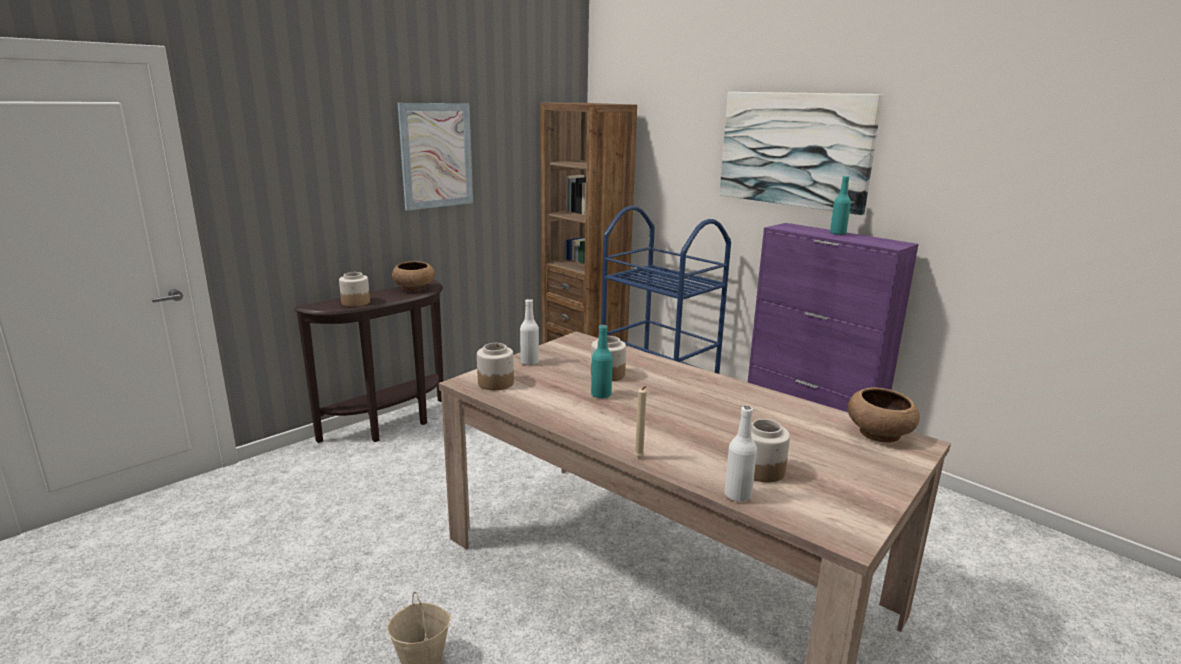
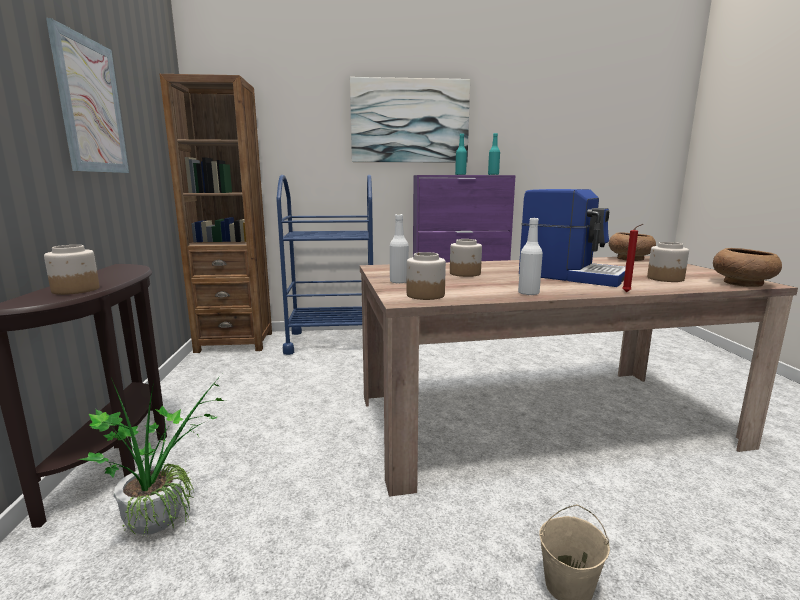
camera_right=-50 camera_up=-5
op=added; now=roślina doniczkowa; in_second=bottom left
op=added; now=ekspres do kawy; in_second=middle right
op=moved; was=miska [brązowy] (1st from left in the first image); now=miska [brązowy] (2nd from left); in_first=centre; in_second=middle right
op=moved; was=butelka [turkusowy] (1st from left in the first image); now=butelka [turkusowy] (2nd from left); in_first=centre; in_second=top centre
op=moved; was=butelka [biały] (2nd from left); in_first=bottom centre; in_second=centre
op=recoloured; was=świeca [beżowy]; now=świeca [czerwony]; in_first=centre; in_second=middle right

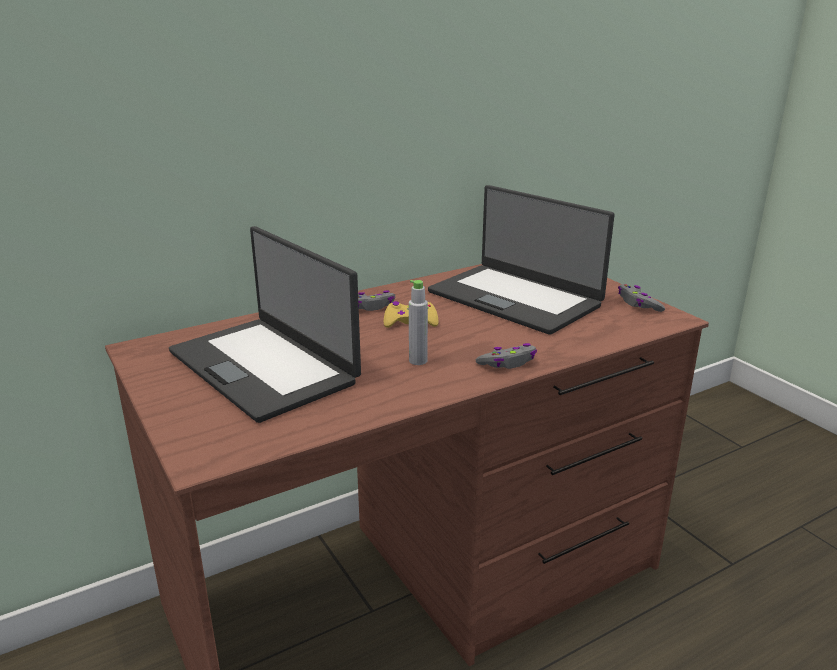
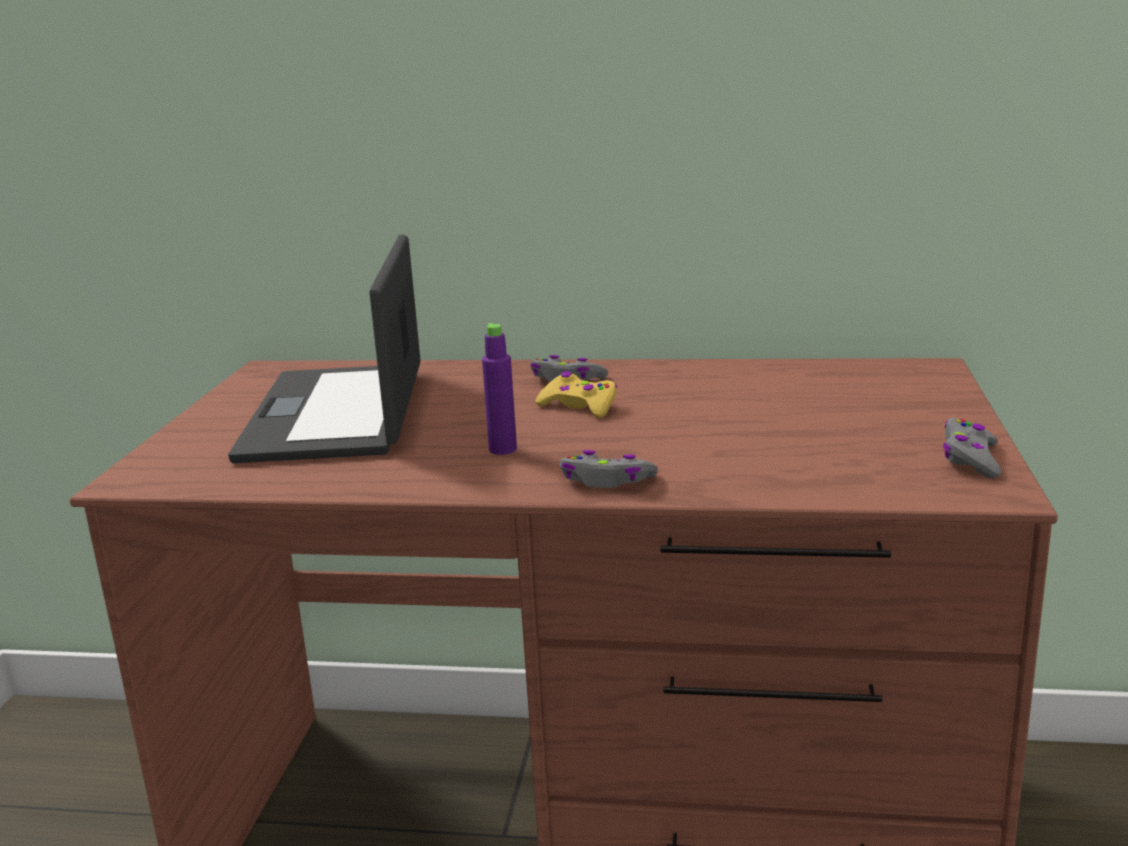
camera_right=40 camera_up=-5
op=removed; was=laptop (2nd from left); in_first=centre
op=recoloured; was=butelka [szary]; now=butelka [fioletowy]; in_first=centre; in_second=centre

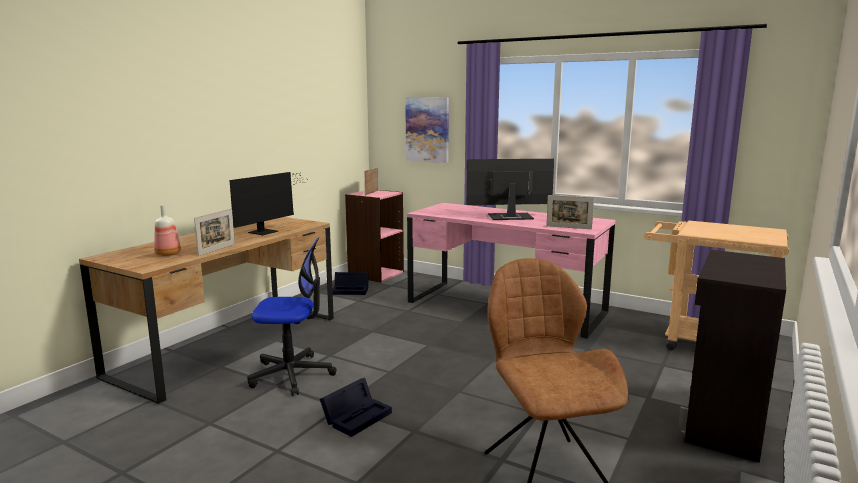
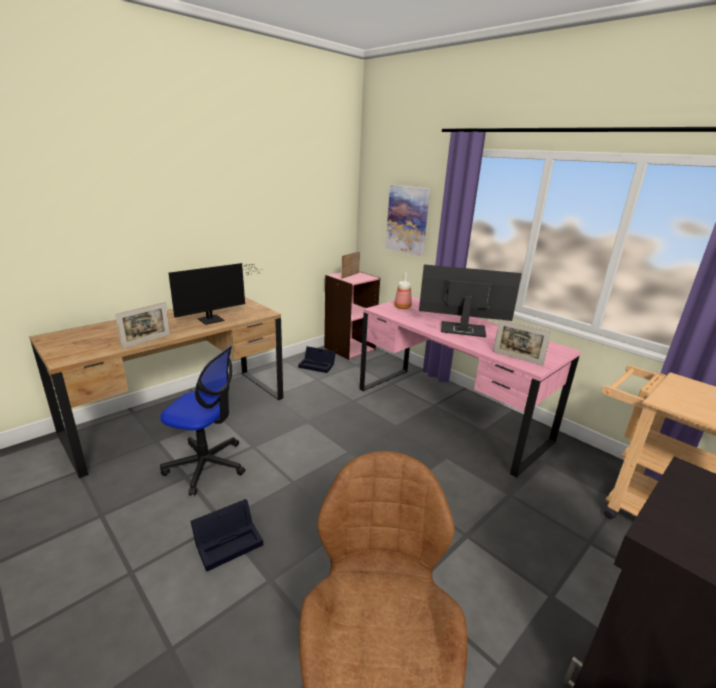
camera_right=15 camera_up=10
op=moved; was=butelka; in_first=middle left; in_second=centre

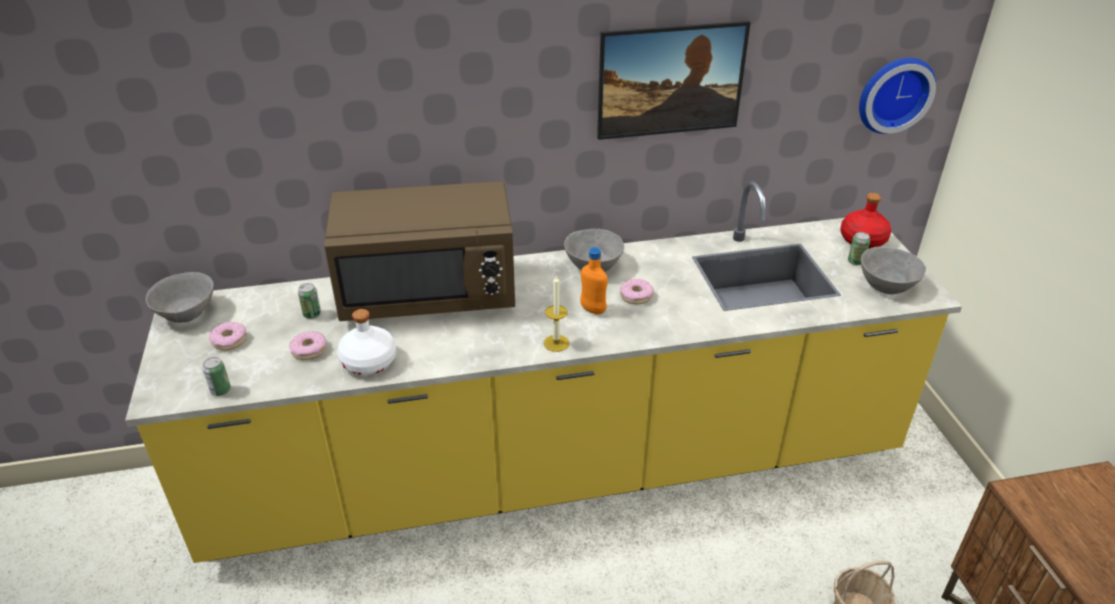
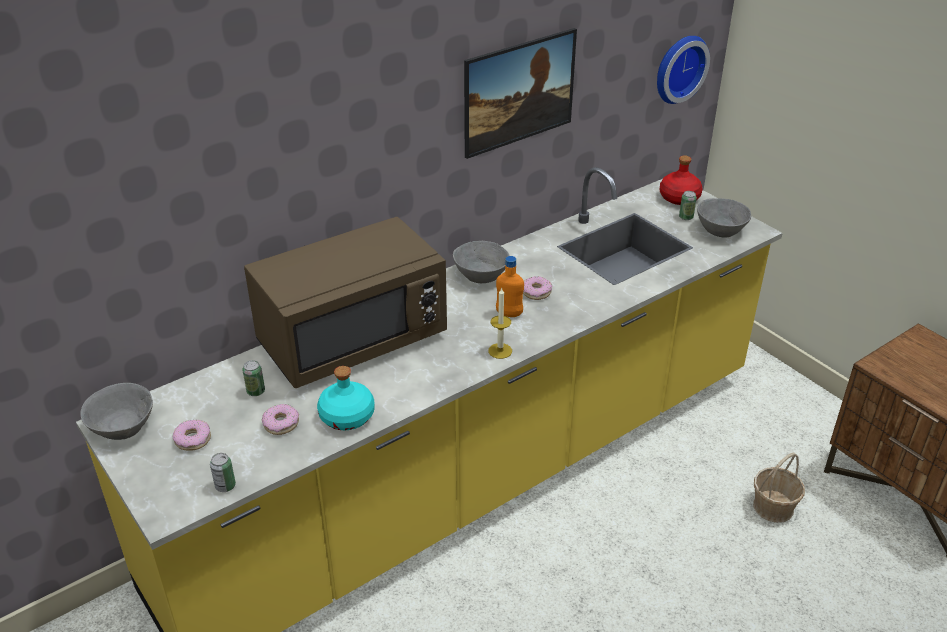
camera_right=-25 camera_up=0
op=recoloured; was=butelka [biały]; now=butelka [turkusowy]; in_first=middle left; in_second=centre

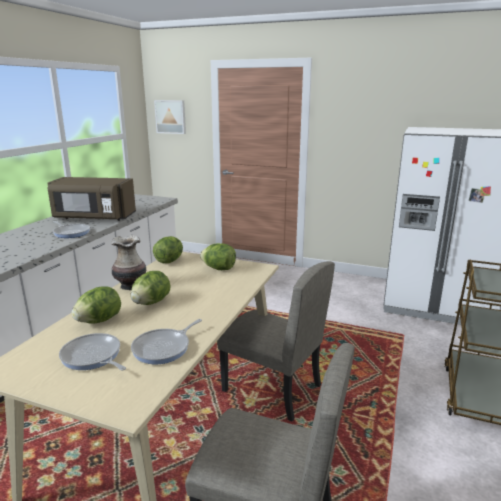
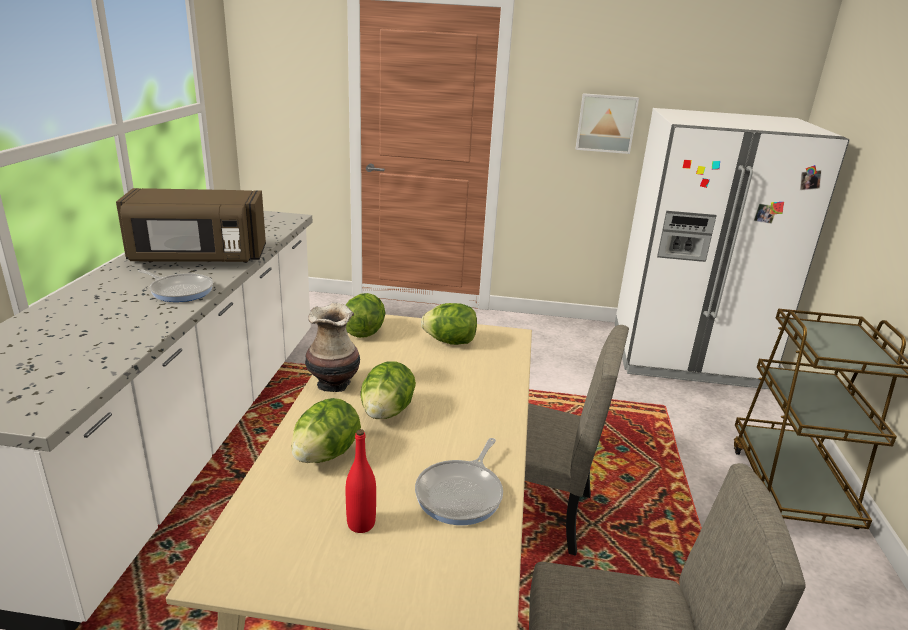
camera_right=-15 camera_up=5
op=moved; was=obraz; in_first=top centre; in_second=top right
op=replaced; was=patelnia (2nd from left); now=butelka [czerwony]; in_first=bottom left; in_second=bottom centre

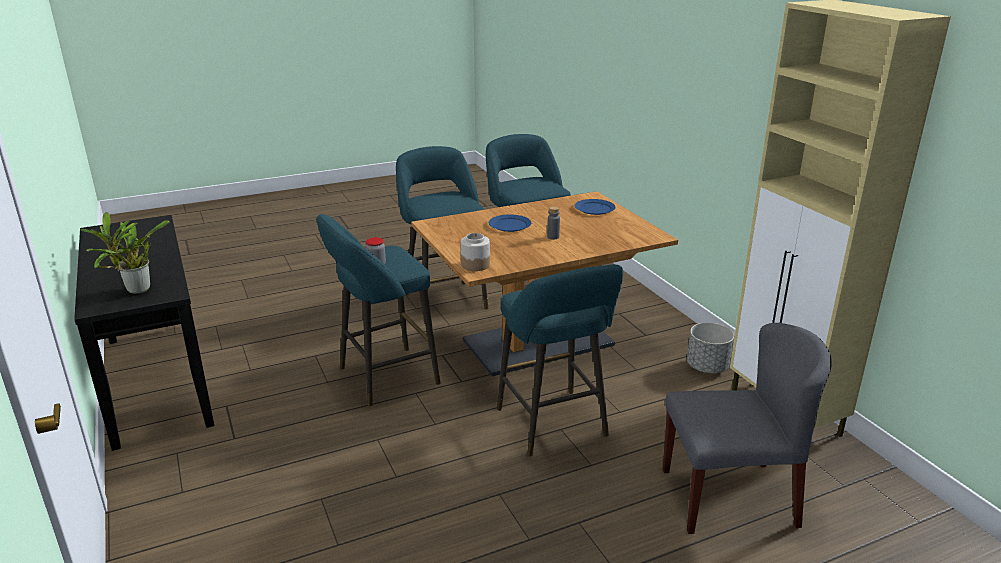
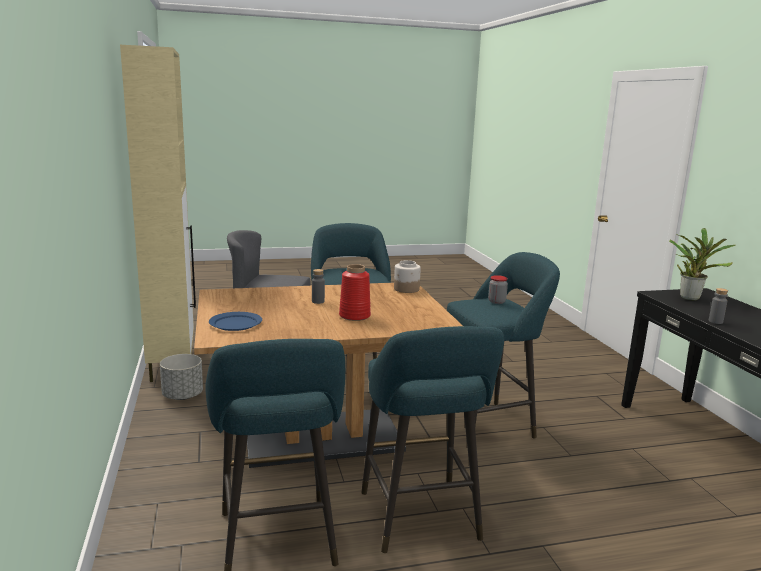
camera_right=-170 camera_up=-10
op=added; now=butelka [szary] (2nd from left); in_second=middle right
op=replaced; was=talerz [niebieski] (1st from left); now=wazon [czerwony]; in_first=centre; in_second=centre

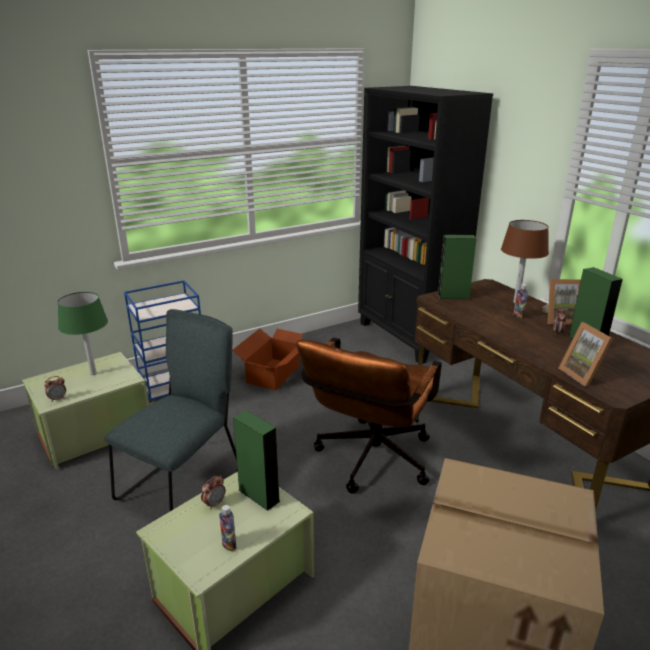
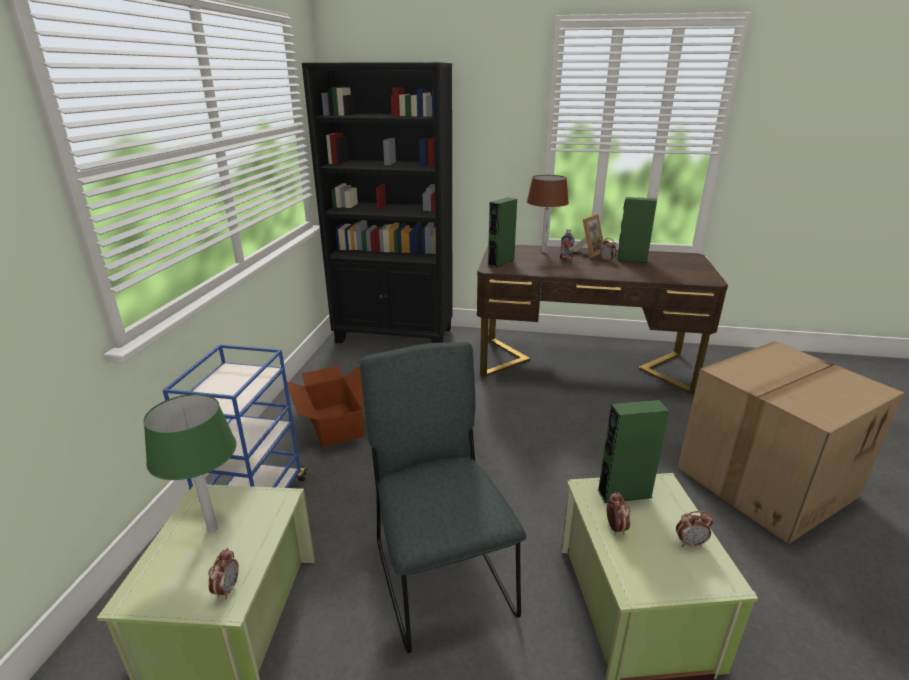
camera_right=-50 camera_up=0
op=removed; was=krzesło biurowe [brązowy]; in_first=centre
op=removed; was=ramka na zdjęcie (2nd from left); in_first=middle right
op=replaced; was=butelka (1st from left); now=budzik (4th from left); in_first=bottom centre; in_second=bottom right

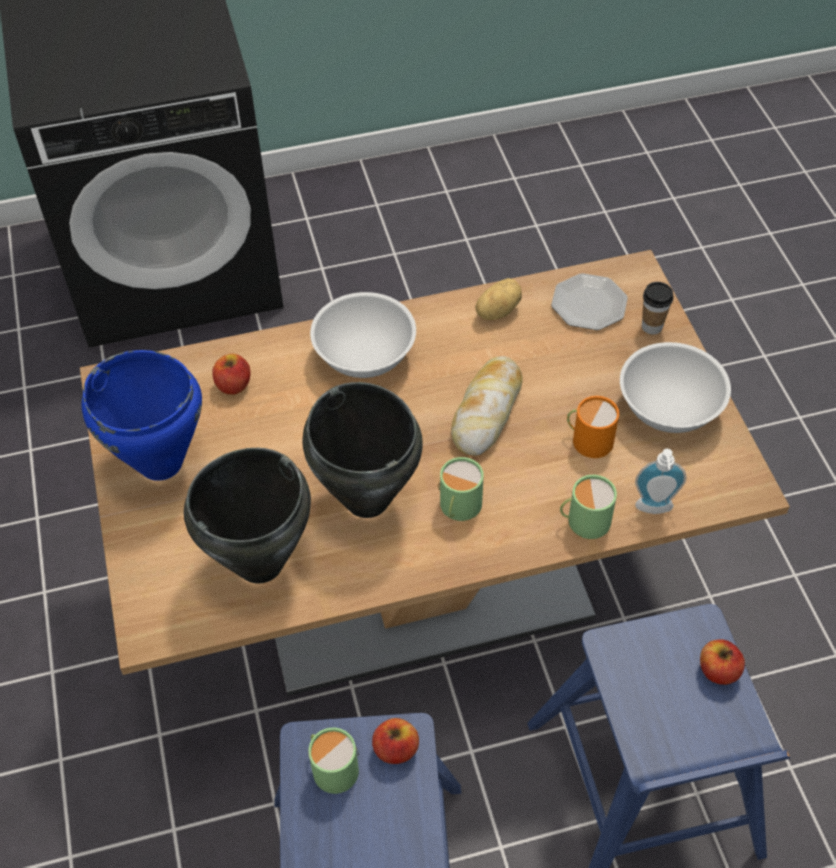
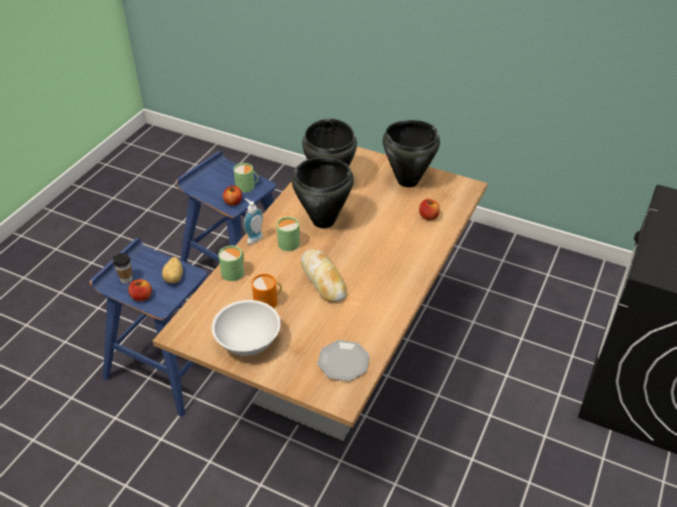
camera_right=130 camera_up=-10
op=removed; was=miska [biały] (1st from left); in_first=centre
op=moved; was=ziemniak; in_first=centre; in_second=middle left
op=moved; was=dozownik mydła; in_first=middle right; in_second=centre
op=moved; was=filiżanka; in_first=middle right; in_second=middle left
op=recoloured; was=garnek [niebieski]; now=garnek [czarny] (3rd from left); in_first=middle left; in_second=top centre

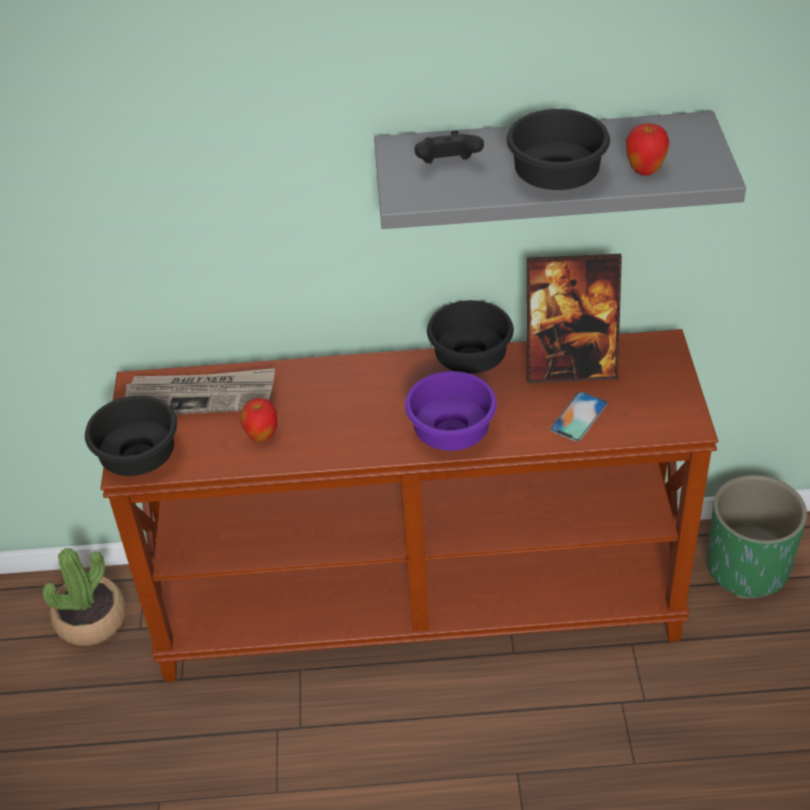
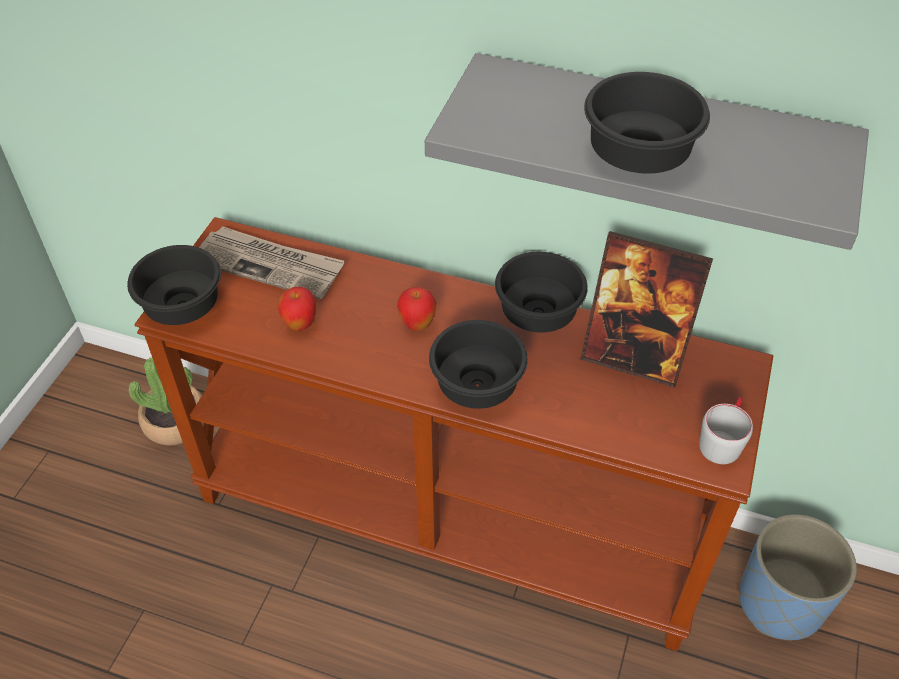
camera_right=20 camera_up=5
op=removed; was=pad do gier [czarny]; in_first=top centre
op=removed; was=telefon; in_first=middle right
op=added; now=kubek [szary]; in_second=middle right
op=moved; was=jabłko (2nd from left); in_first=top right; in_second=centre
op=recoloured; was=miska [fioletowy]; now=miska [czarny] (2nd from left); in_first=centre; in_second=centre
op=recoloured; was=donica [zielony]; now=donica [niebieski]; in_first=middle right; in_second=bottom right

